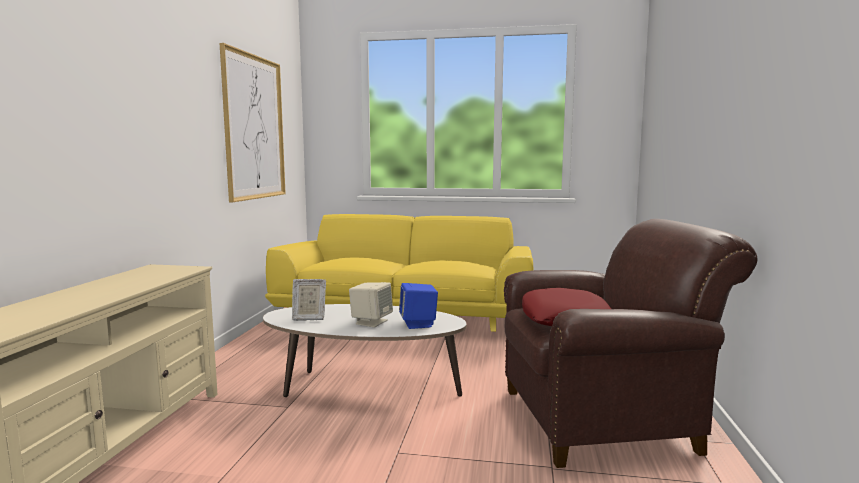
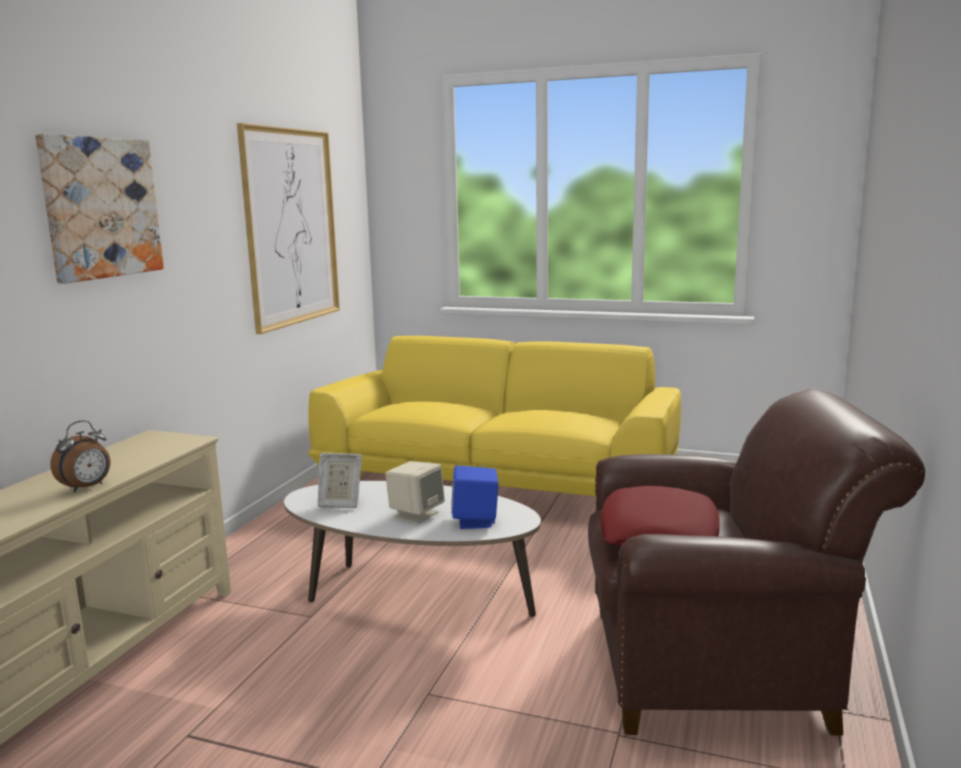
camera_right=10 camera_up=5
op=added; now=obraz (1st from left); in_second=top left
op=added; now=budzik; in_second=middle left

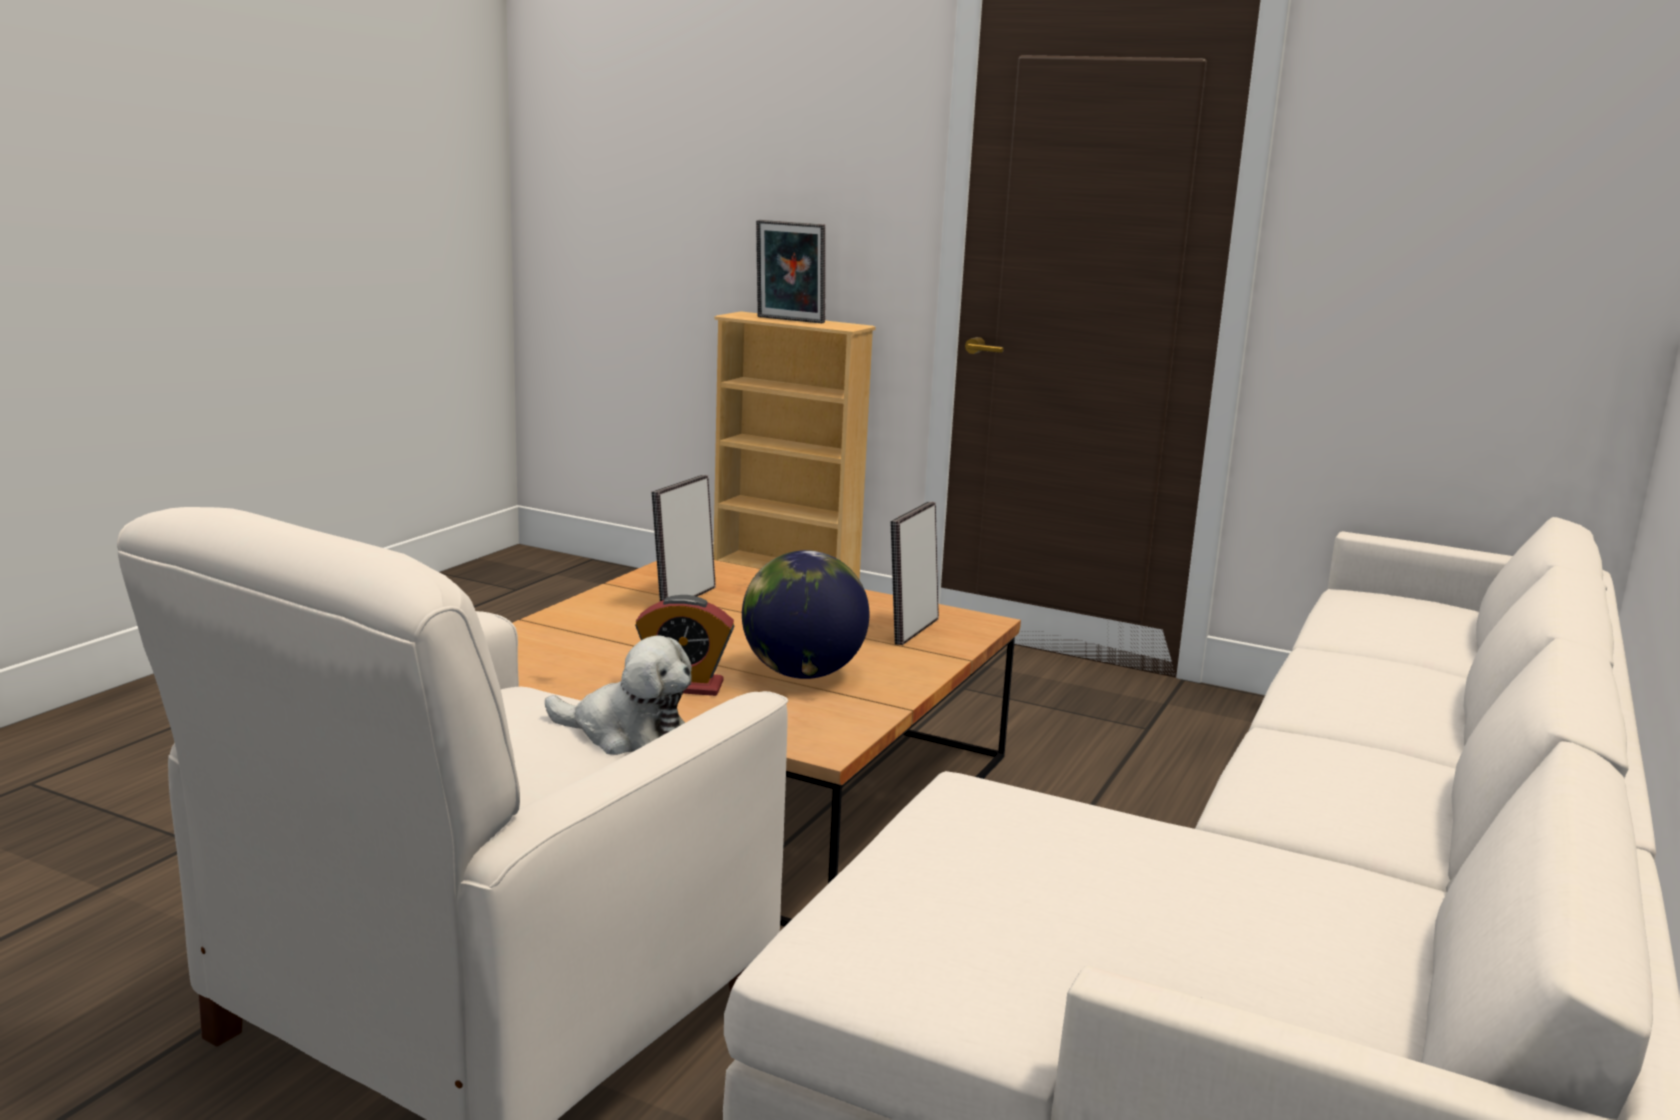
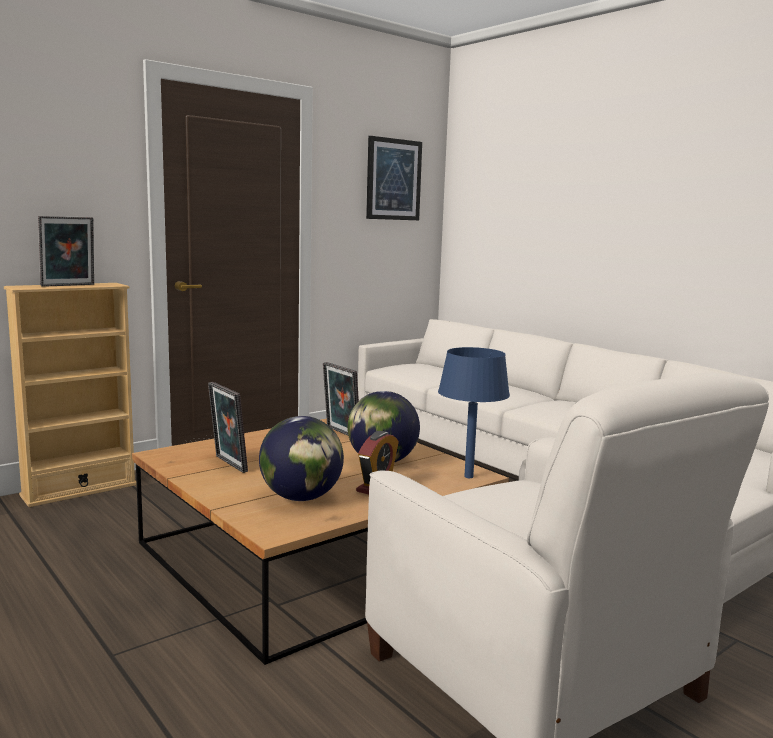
camera_right=-65 camera_up=-5
op=removed; was=pluszak; in_first=centre
op=added; now=globus (1st from left); in_second=centre
op=added; now=obraz; in_second=top centre
op=added; now=lampa stołowa [niebieski]; in_second=centre

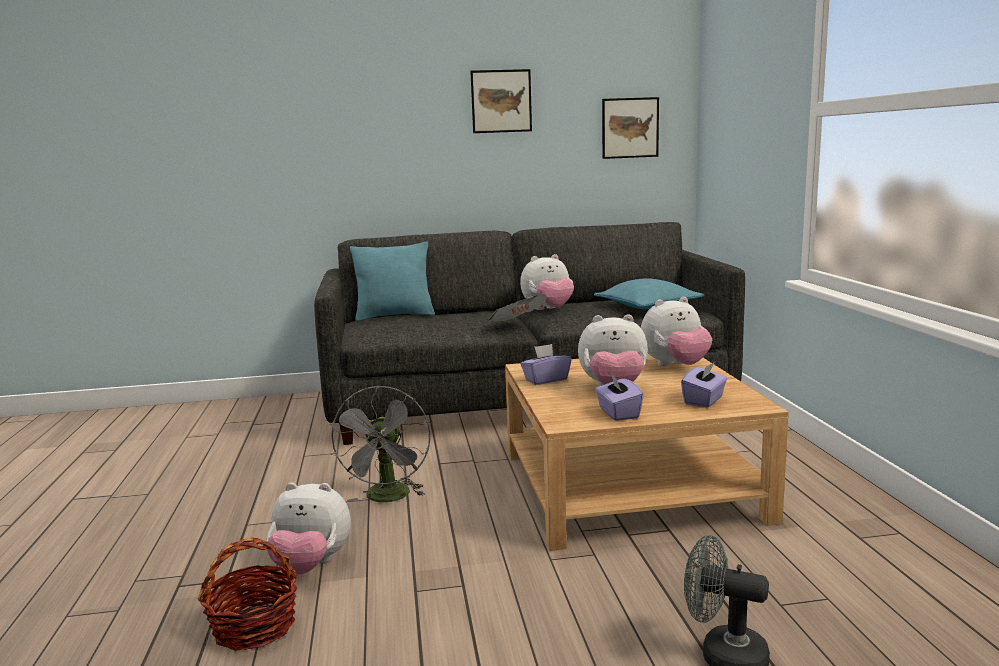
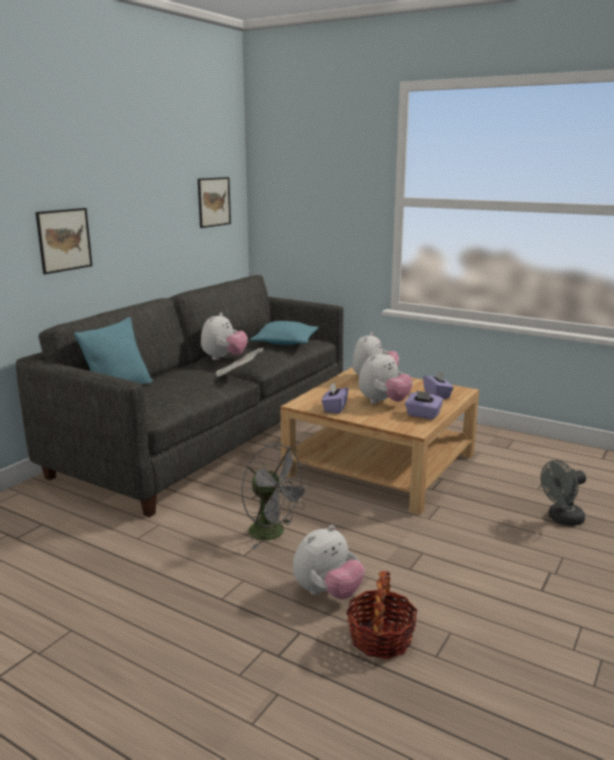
camera_right=-50 camera_up=5
op=moved; was=obraz (1st from left); in_first=top centre; in_second=top left

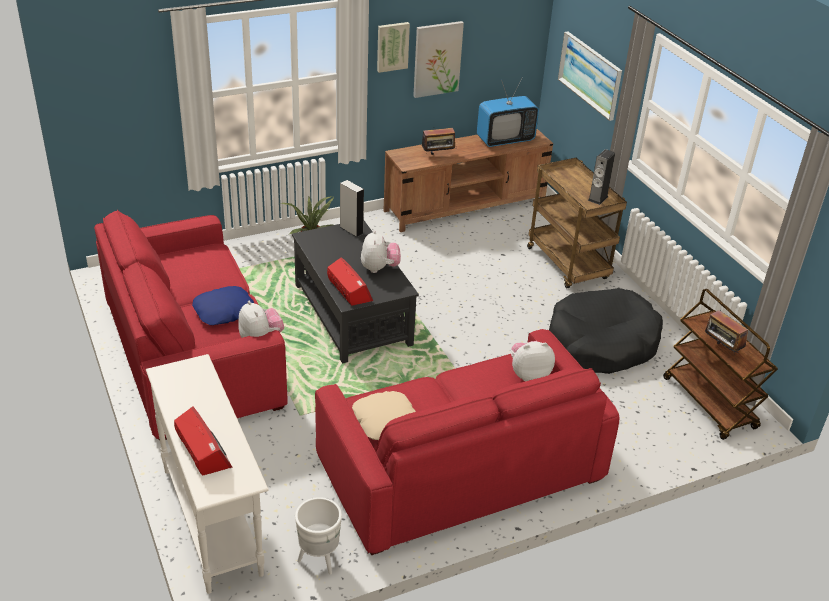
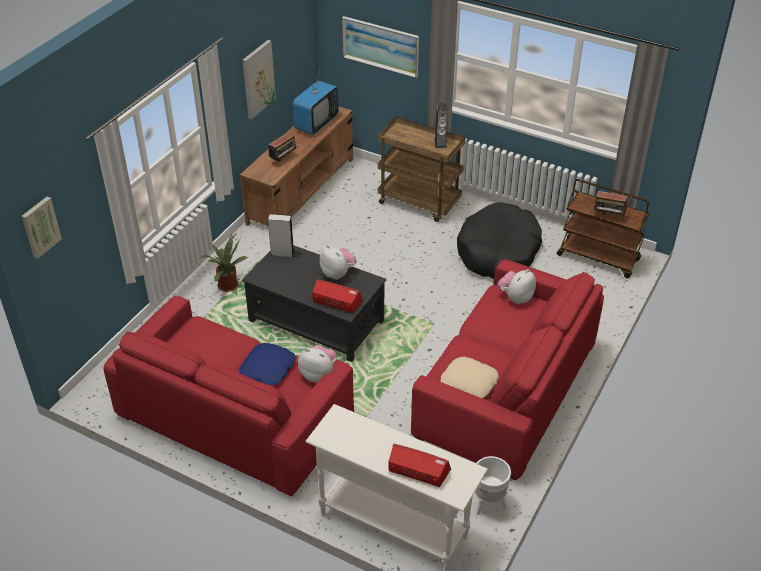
camera_right=-35 camera_up=5
op=moved; was=obraz (1st from left); in_first=top centre; in_second=middle left

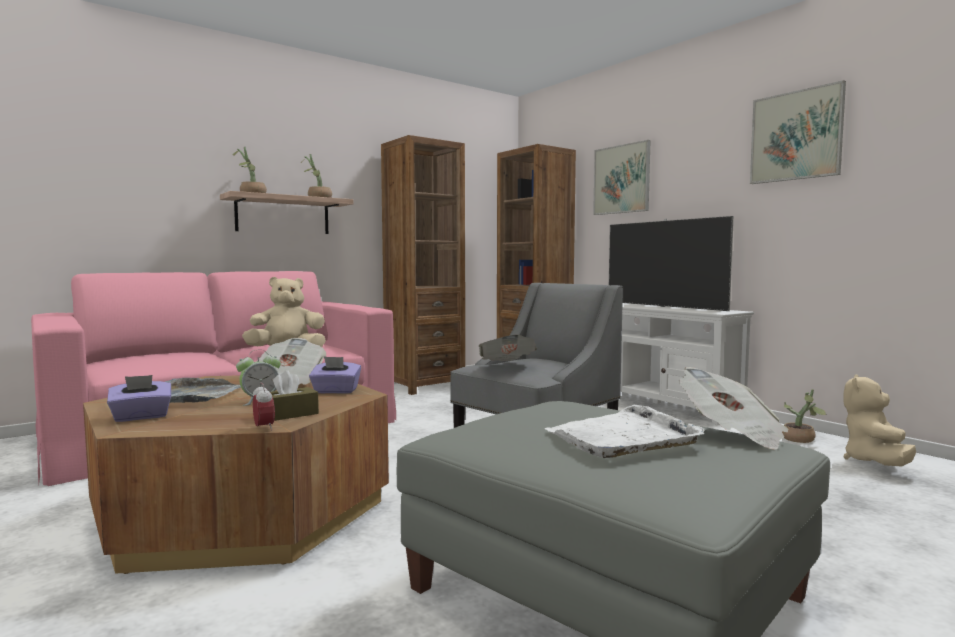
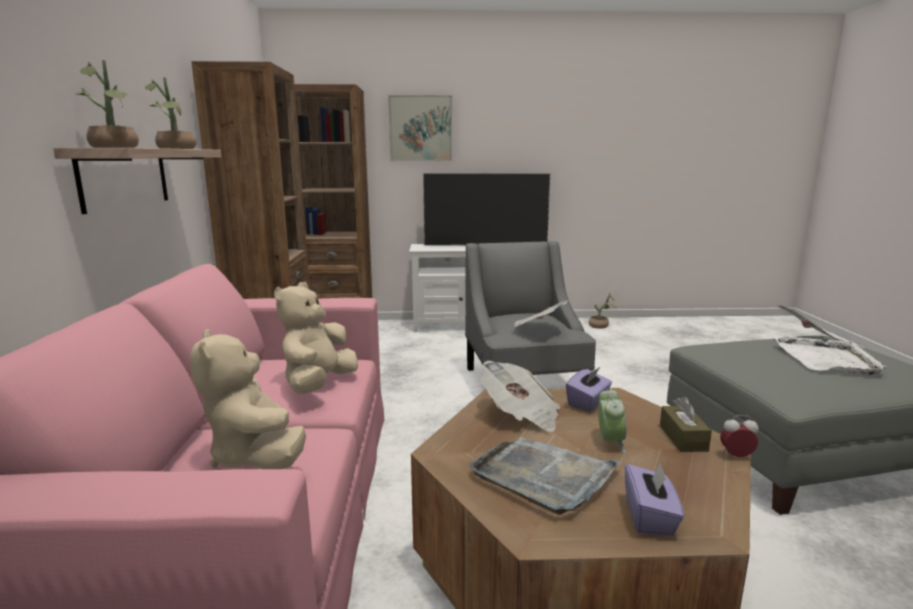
camera_right=-55 camera_up=10
op=removed; was=obraz (2nd from left); in_first=top right
op=moved; was=pluszak [beżowy] (2nd from left in the first image); now=pluszak [beżowy] (1st from left); in_first=middle right; in_second=middle left

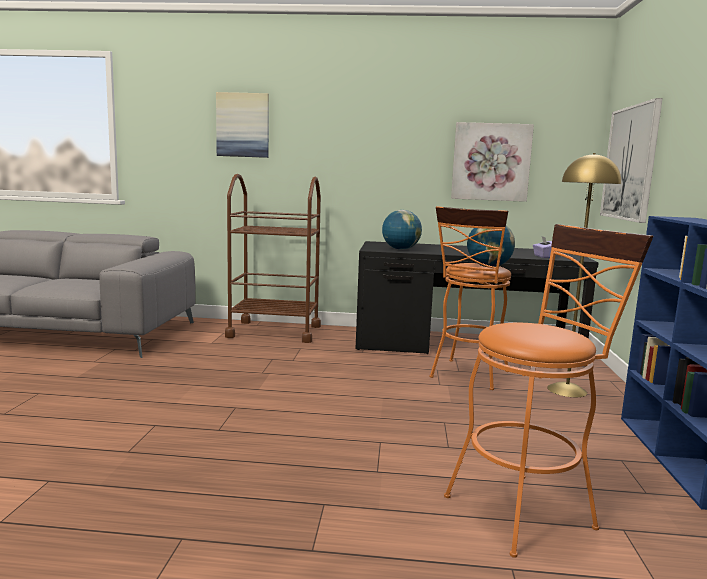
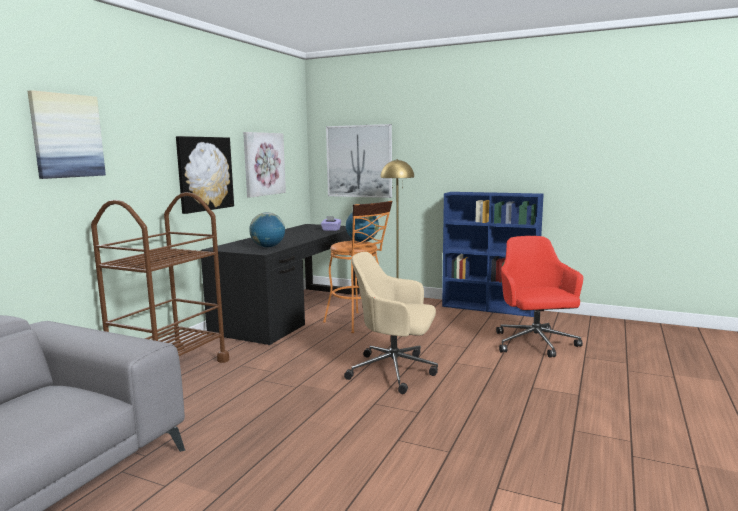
camera_right=-70 camera_up=0
op=added; now=obraz (2nd from left); in_second=middle left
op=added; now=krzesło biurowe [beżowy]; in_second=centre
op=replaced; was=stołek [pomarańczowy] (2nd from left); now=krzesło biurowe [czerwony]; in_first=bottom right; in_second=middle right

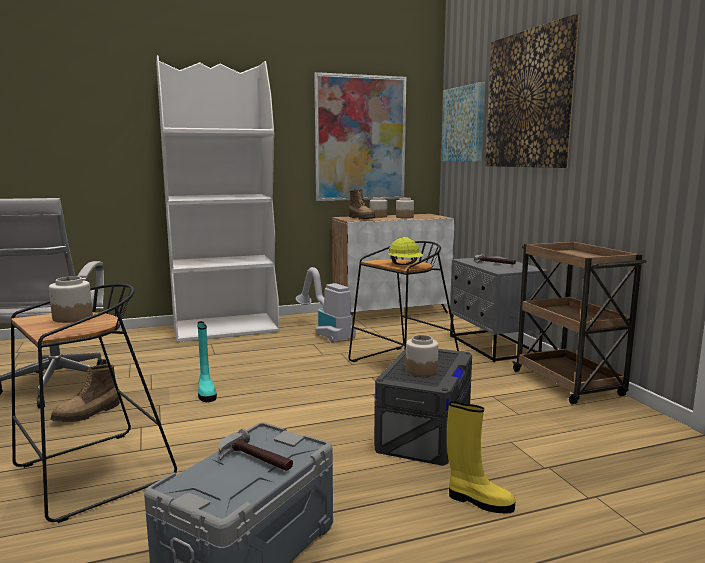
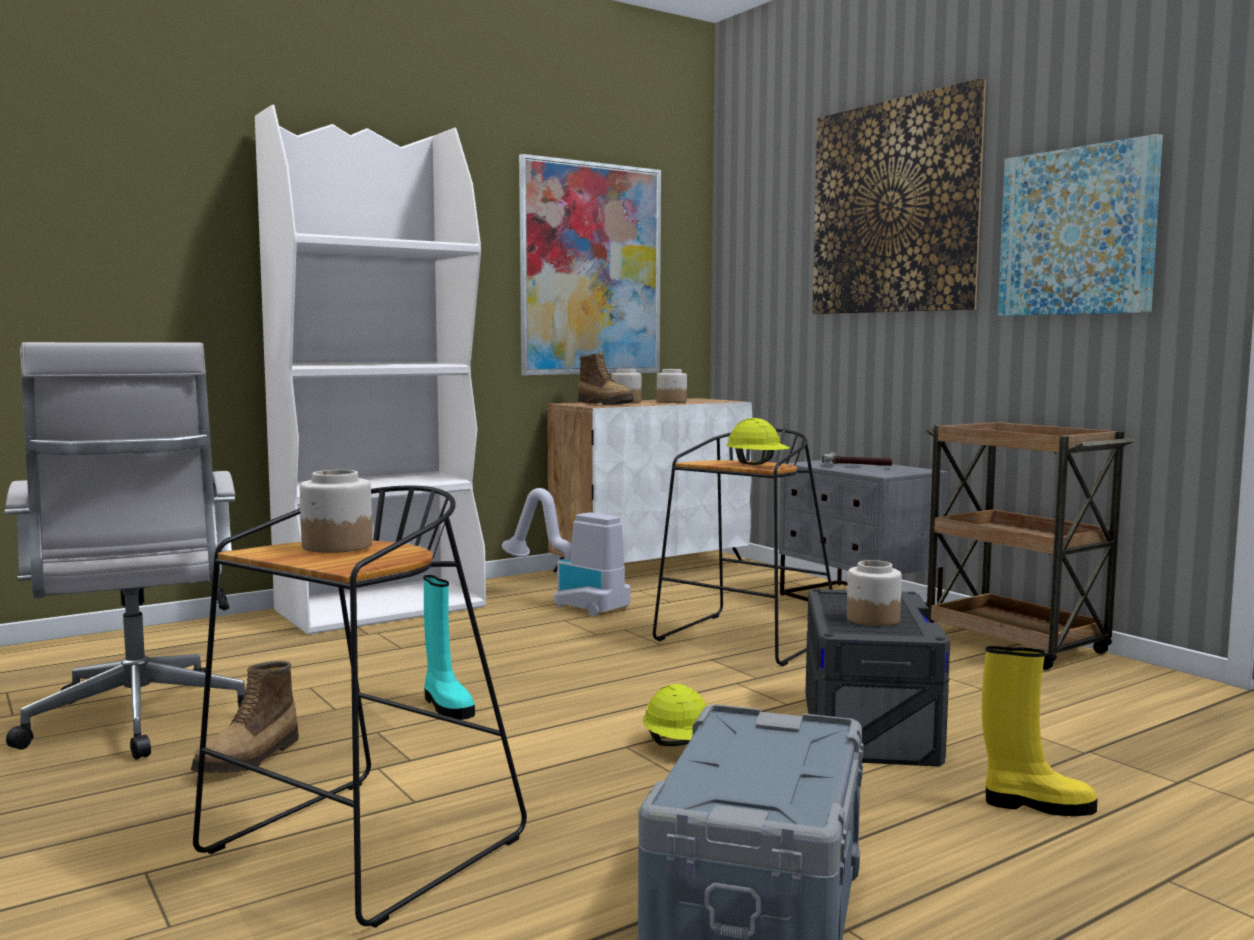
camera_right=-15 camera_up=-5
op=removed; was=młotek (1st from left); in_first=bottom centre
op=added; now=kask [żółty] (1st from left); in_second=bottom centre
op=moved; was=obraz (2nd from left in the first image); now=obraz (3rd from left); in_first=top centre; in_second=top right

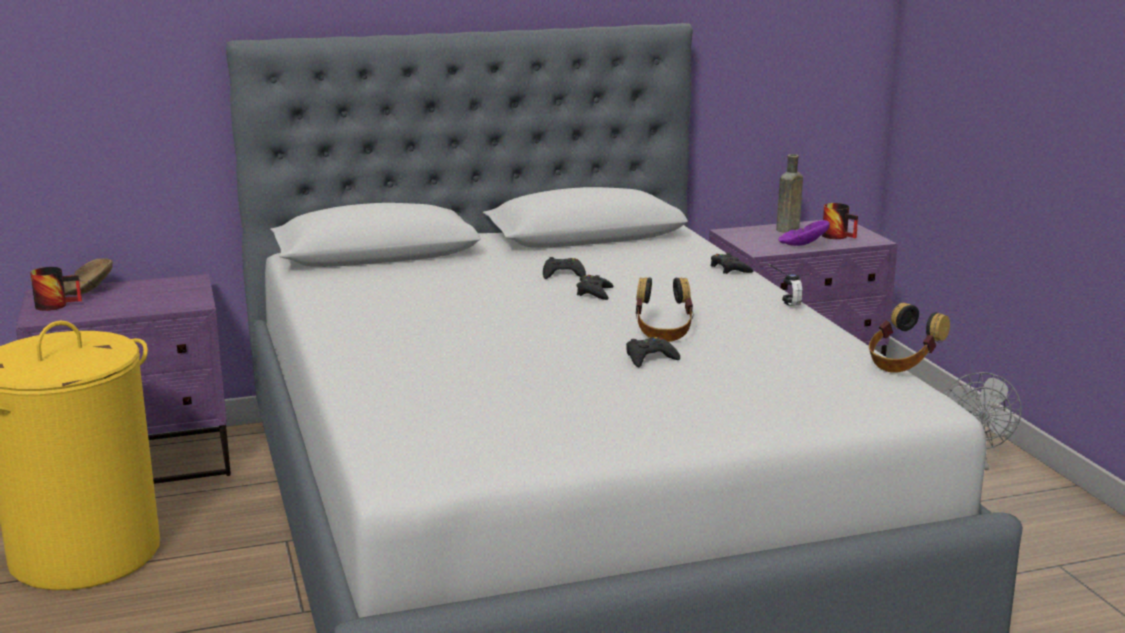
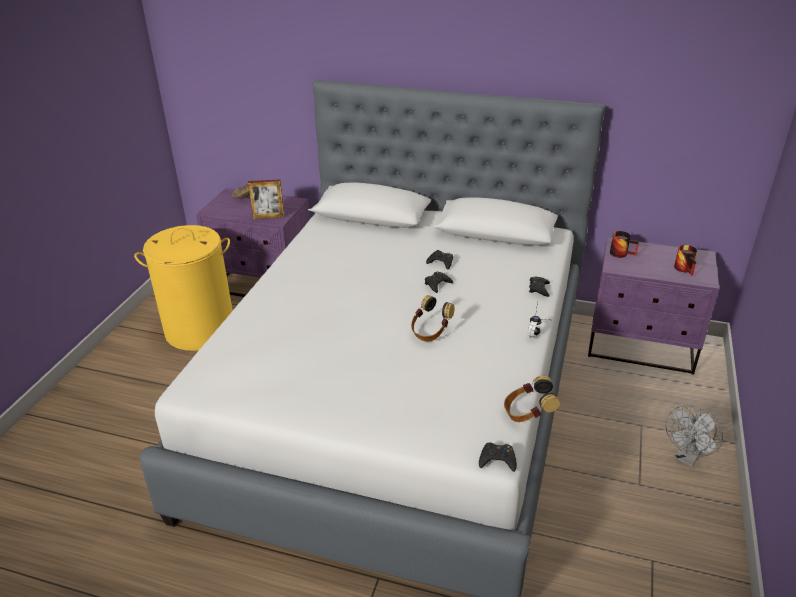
camera_right=35 camera_up=15
op=removed; was=butelka [brązowy]; in_first=top right
op=removed; was=miska [fioletowy]; in_first=middle right
op=added; now=ramka na zdjęcie; in_second=centre
op=moved; was=kubek (1st from left); in_first=middle left; in_second=middle right
op=moved; was=pad do gier [czarny] (3rd from left); in_first=centre; in_second=bottom centre

